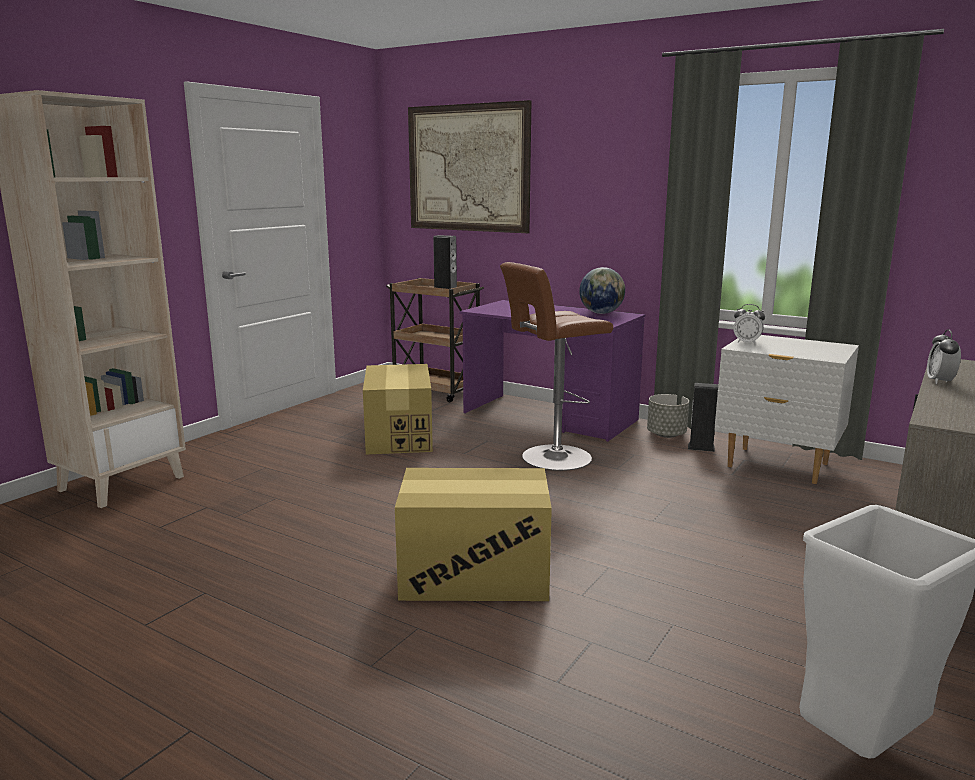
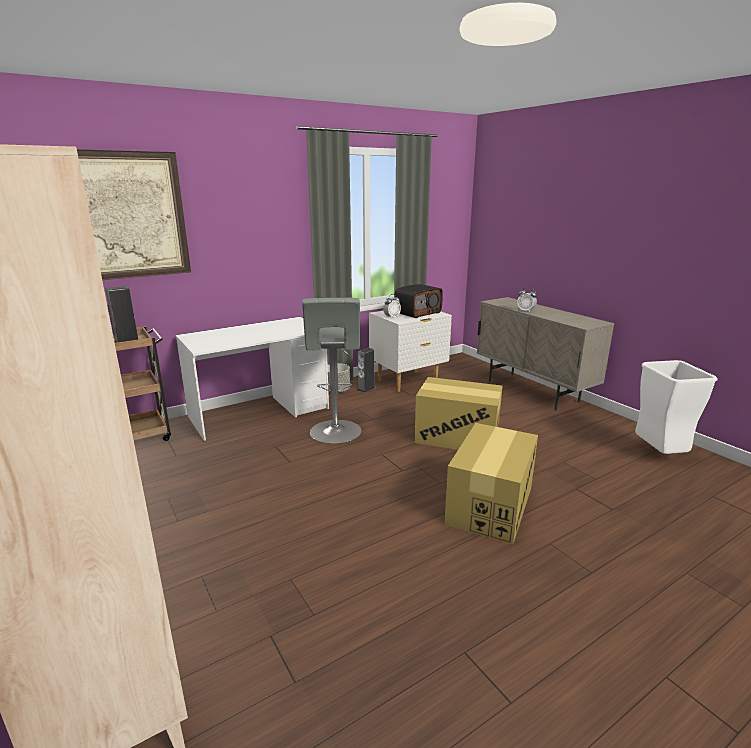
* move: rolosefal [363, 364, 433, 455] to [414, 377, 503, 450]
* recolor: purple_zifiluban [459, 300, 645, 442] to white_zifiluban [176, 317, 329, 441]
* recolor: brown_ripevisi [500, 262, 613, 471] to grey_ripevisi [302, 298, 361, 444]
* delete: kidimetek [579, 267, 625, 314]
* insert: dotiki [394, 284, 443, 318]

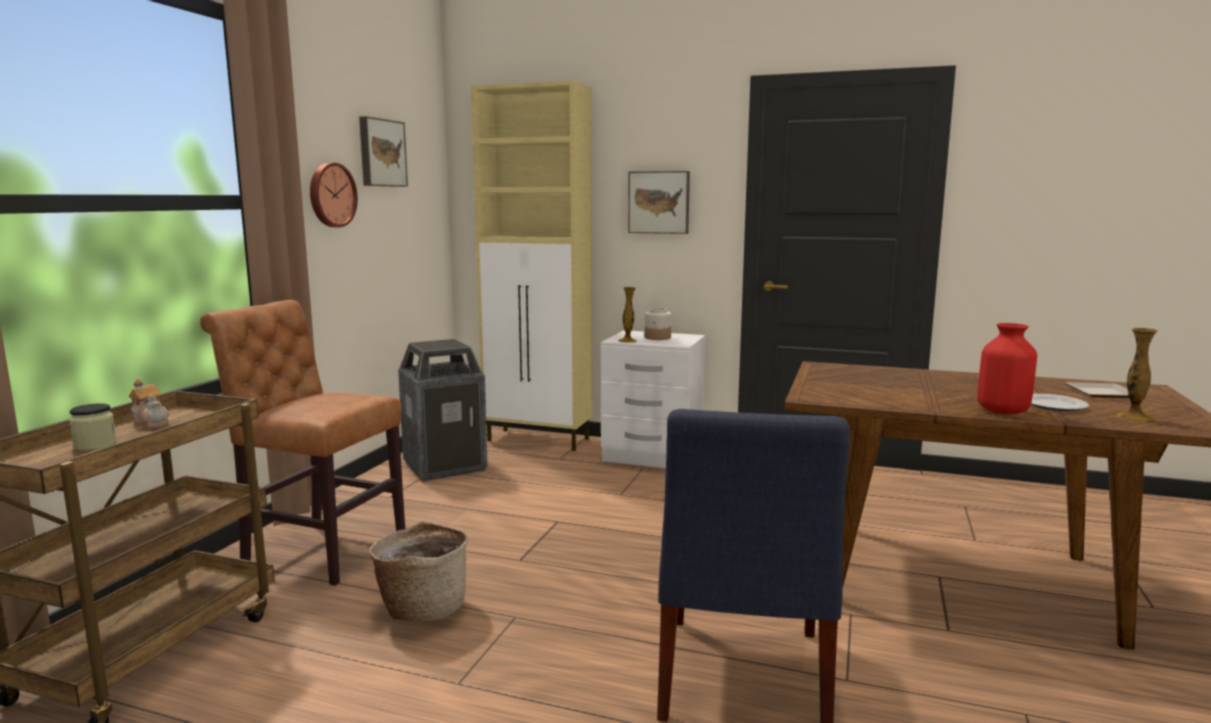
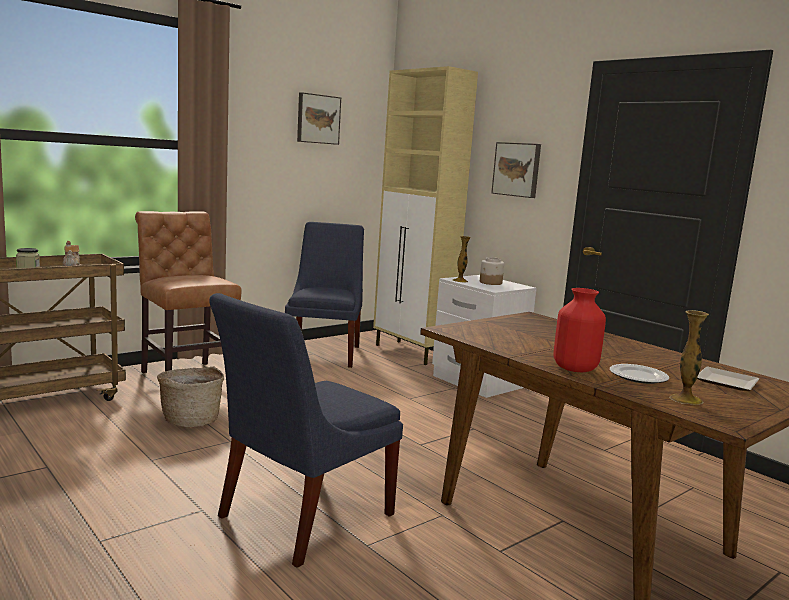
* delete: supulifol [310, 163, 358, 227]
* replace: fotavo [398, 339, 488, 481] to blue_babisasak [285, 222, 364, 368]

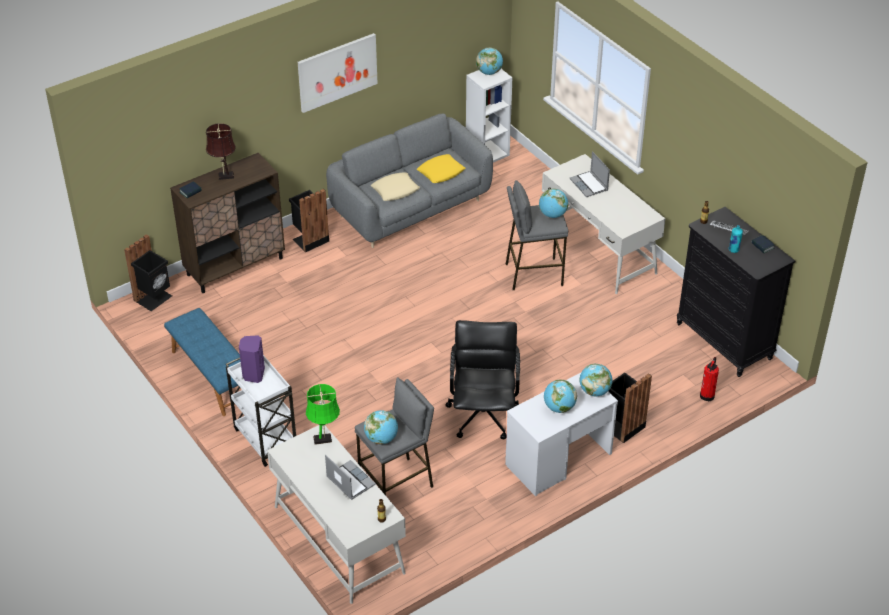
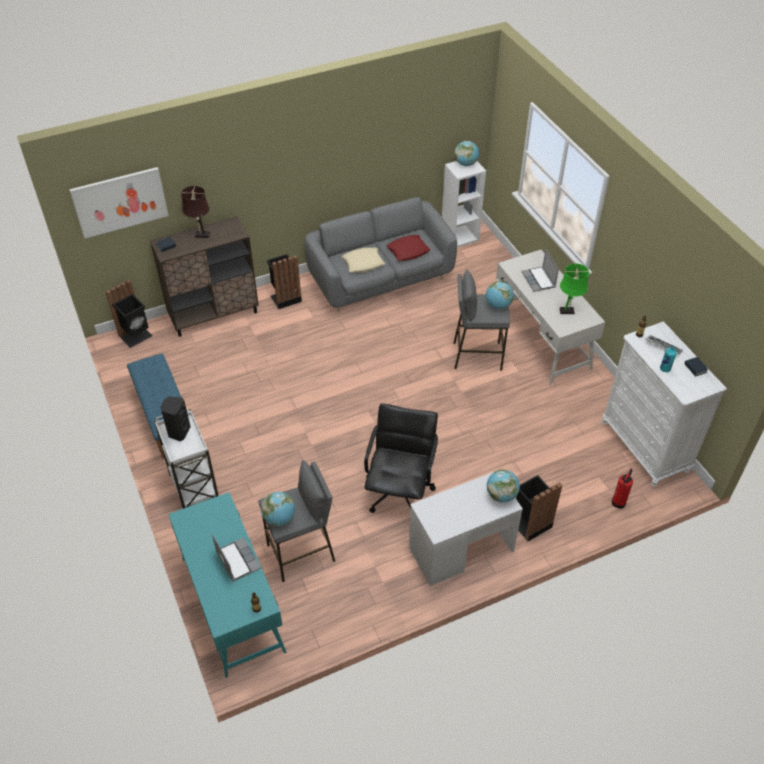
* recolor: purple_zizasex [239, 335, 265, 383] to black_zizasex [160, 397, 191, 441]
* recolor: white_zifiluban [267, 425, 406, 604] to turquoise_zifiluban [169, 492, 286, 678]
* move: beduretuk [298, 33, 378, 113] to [69, 167, 169, 238]
* move: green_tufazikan [306, 384, 340, 445] to [559, 263, 589, 314]
* recolor: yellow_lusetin [417, 154, 465, 183] to red_lusetin [387, 235, 430, 261]
* delete: kidimetek [544, 380, 577, 413]
* recolor: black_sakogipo [677, 207, 795, 377] to white_sakogipo [602, 321, 727, 487]

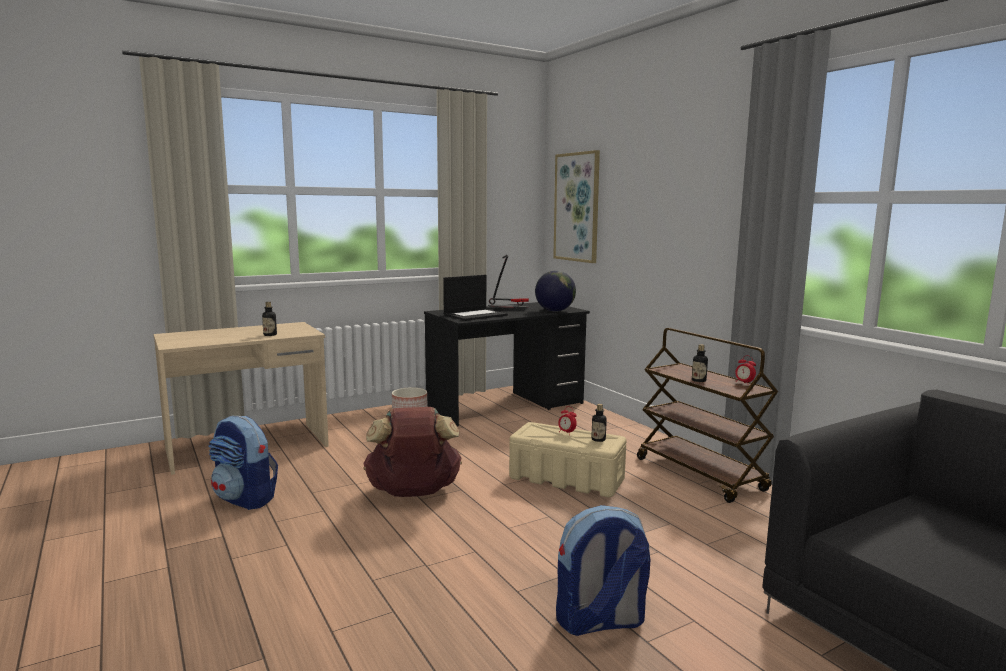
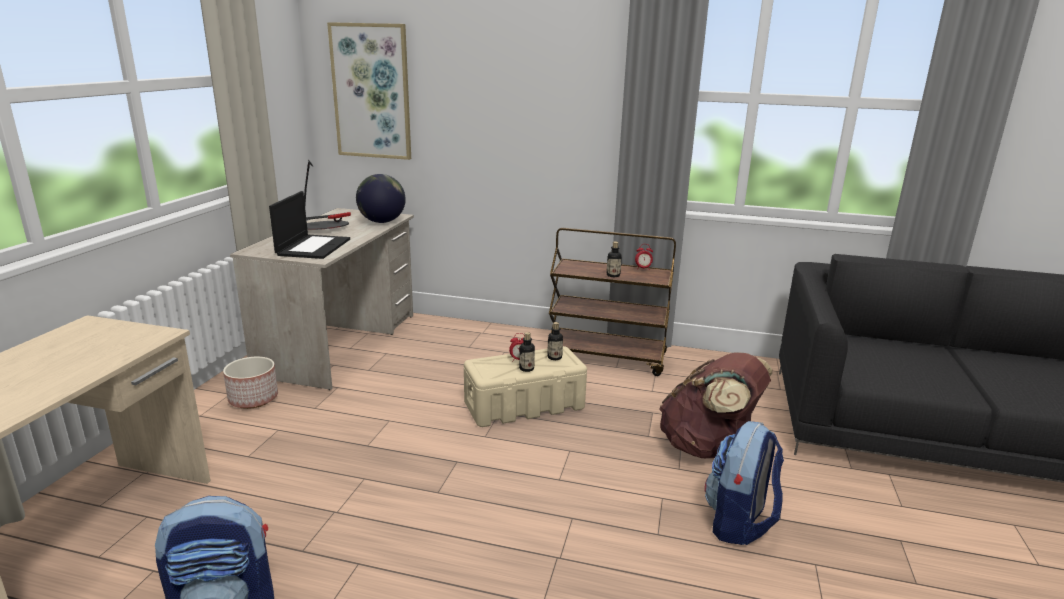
* move: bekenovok [262, 302, 277, 336] to [519, 332, 535, 372]
* move: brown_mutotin [363, 407, 462, 497] to [659, 352, 772, 459]
* recolor: black_zifiluban [424, 302, 590, 427] to beige_zifiluban [230, 208, 414, 390]

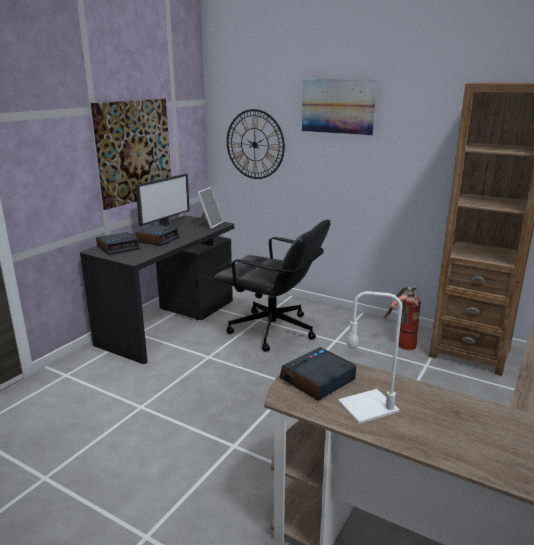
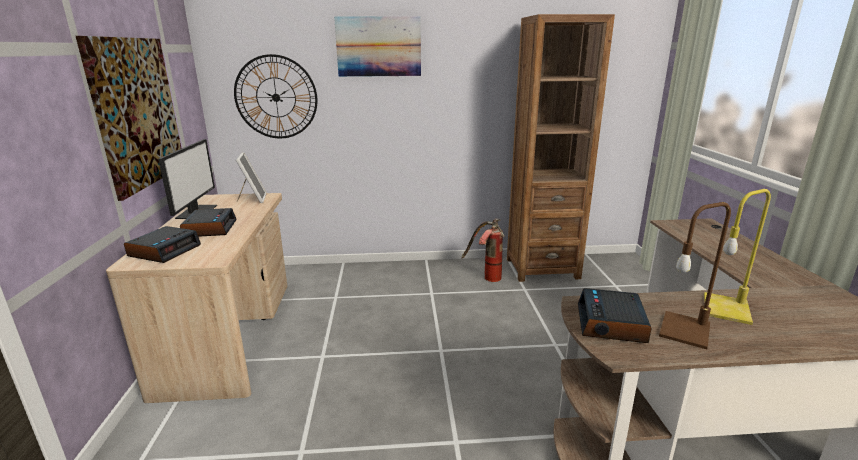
* recolor: black_zifiluban [80, 215, 234, 364] to beige_zifiluban [106, 193, 287, 403]
* delete: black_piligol [214, 219, 331, 352]
* recolor: white_tufazikan [338, 291, 402, 424] to brown_tufazikan [659, 202, 731, 349]
* insert: yellow_tufazikan [704, 189, 771, 325]

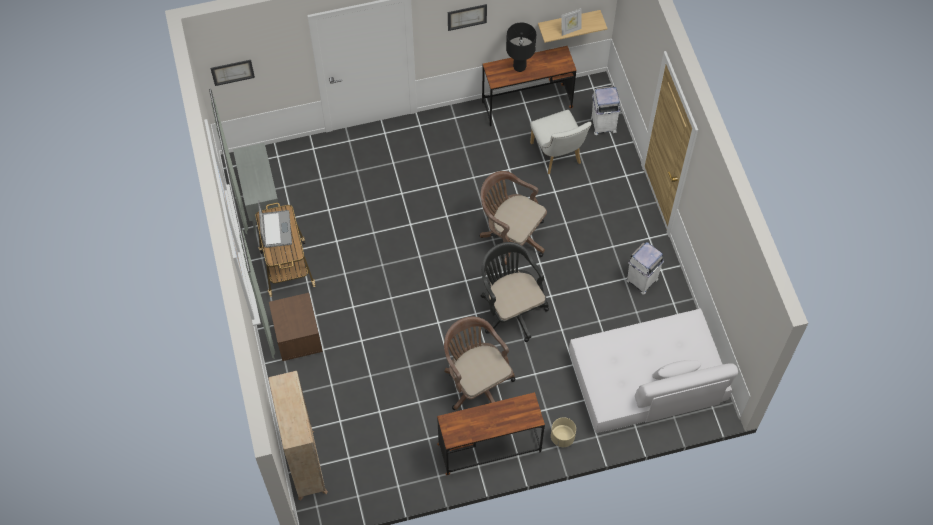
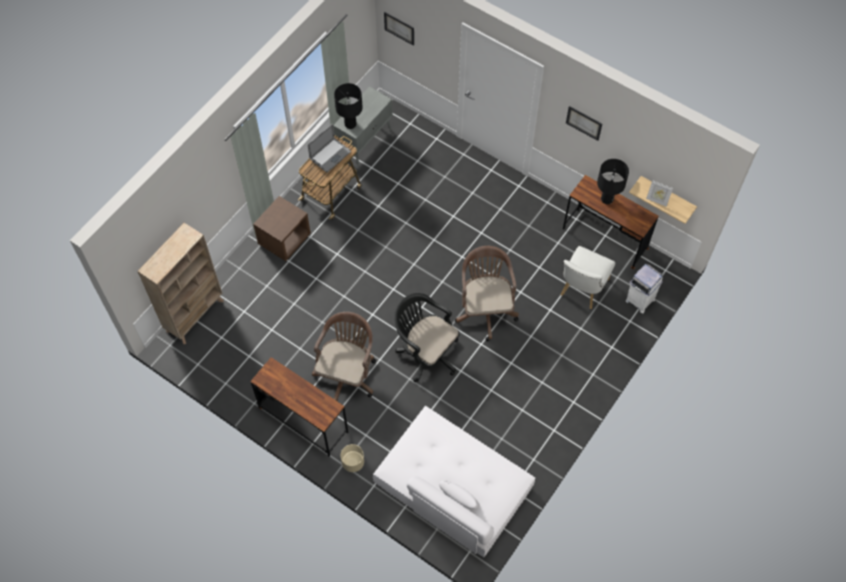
* rotate: black_piligol [481, 242, 549, 342] = [394, 293, 460, 382] 75 degrees counterclockwise
* delete: white_fotavo [626, 242, 664, 295]
* insert: black_tufazikan [334, 83, 363, 129]

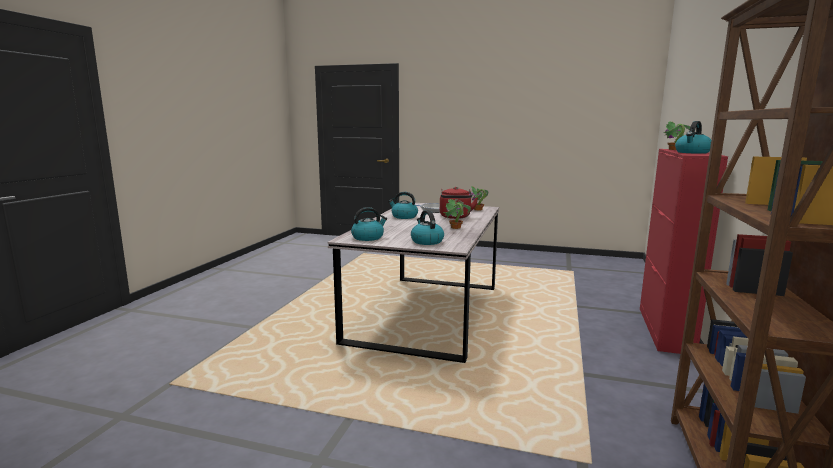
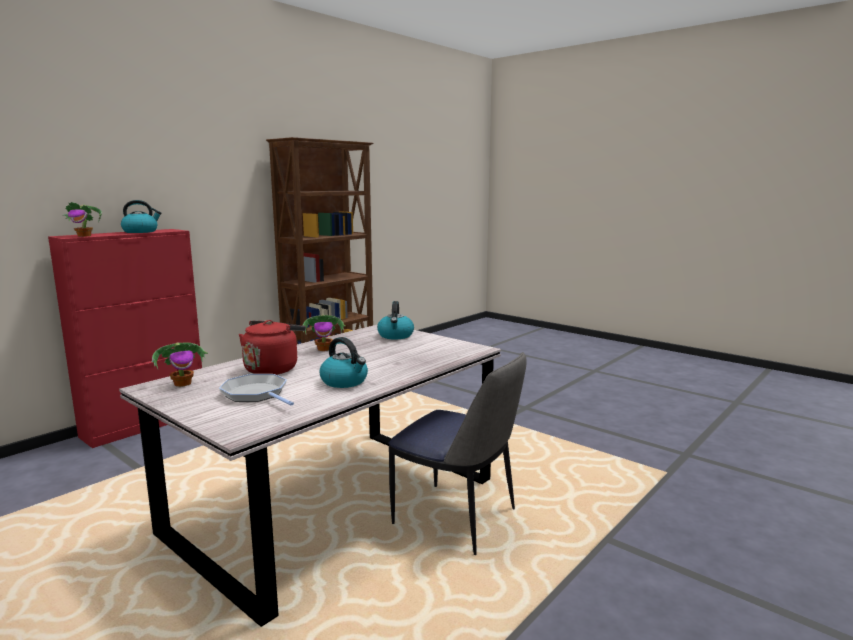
* delete: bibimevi [351, 207, 387, 241]
* insert: babisasak [389, 352, 527, 555]

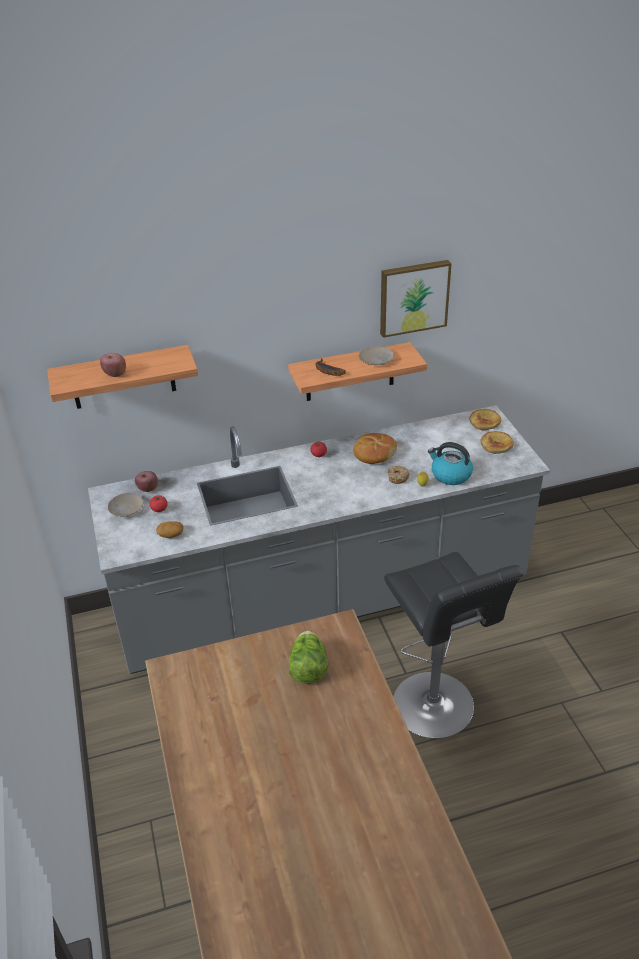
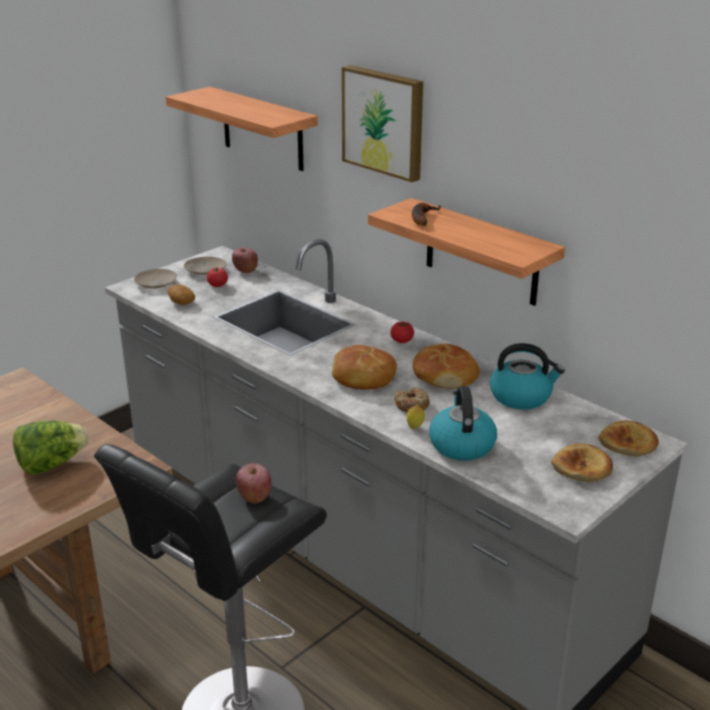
* move: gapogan [100, 353, 126, 377] to [236, 463, 272, 503]
* move: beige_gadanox [359, 346, 394, 365] to [134, 269, 177, 289]
* move: beduretuk [380, 260, 452, 338] to [342, 65, 423, 182]
* insert: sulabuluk [332, 345, 397, 390]
* insert: bibimevi [490, 343, 565, 410]

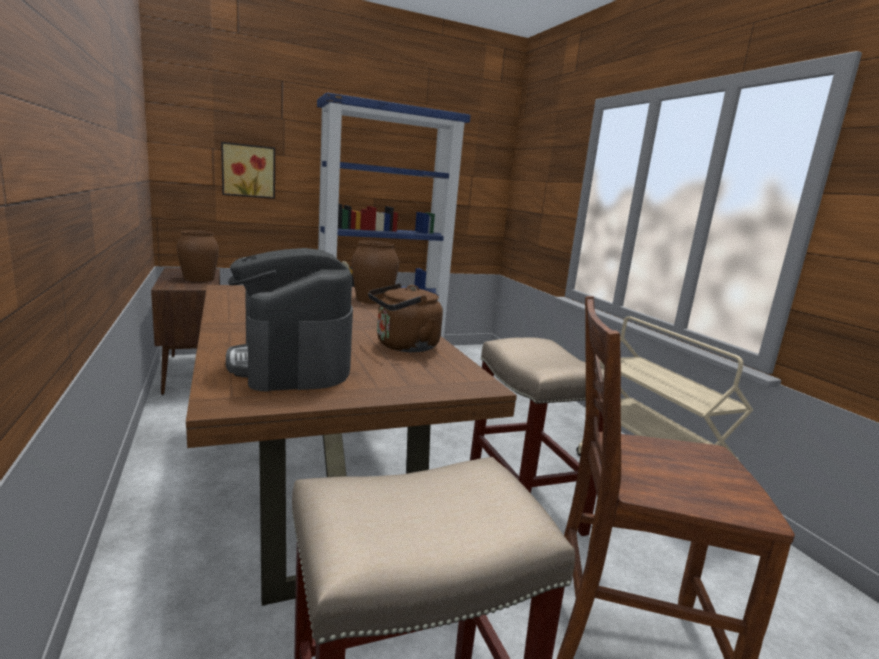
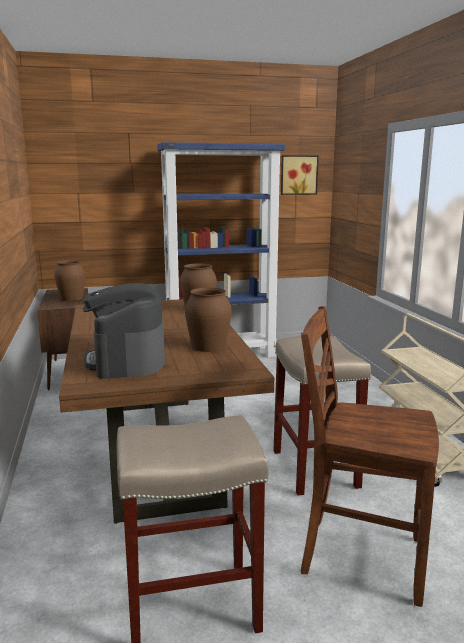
* move: beduretuk [221, 142, 275, 199] to [281, 155, 319, 195]
* replace: brown_bibimevi [368, 283, 443, 352] to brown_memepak [185, 288, 232, 352]

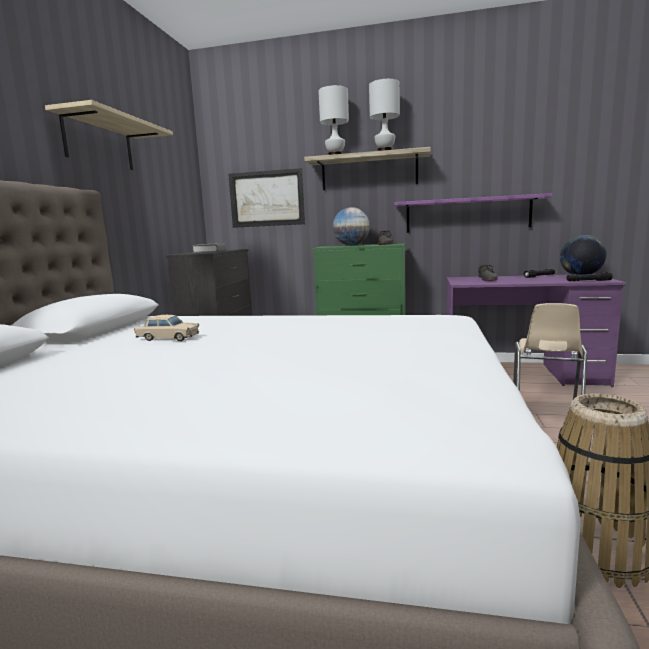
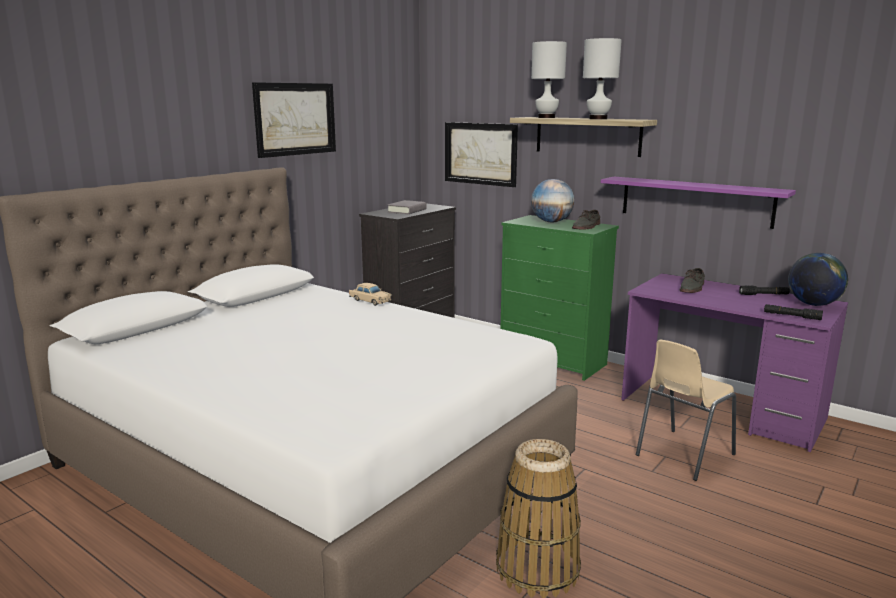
* replace: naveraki [45, 100, 173, 170] to beduretuk [252, 82, 336, 158]
* move: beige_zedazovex [134, 315, 199, 341] to [349, 283, 392, 306]

